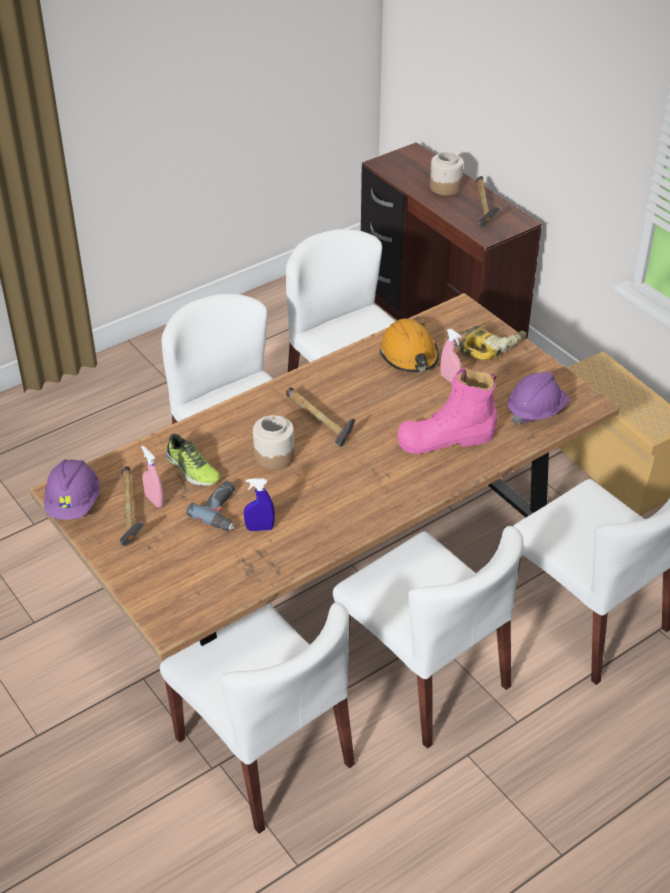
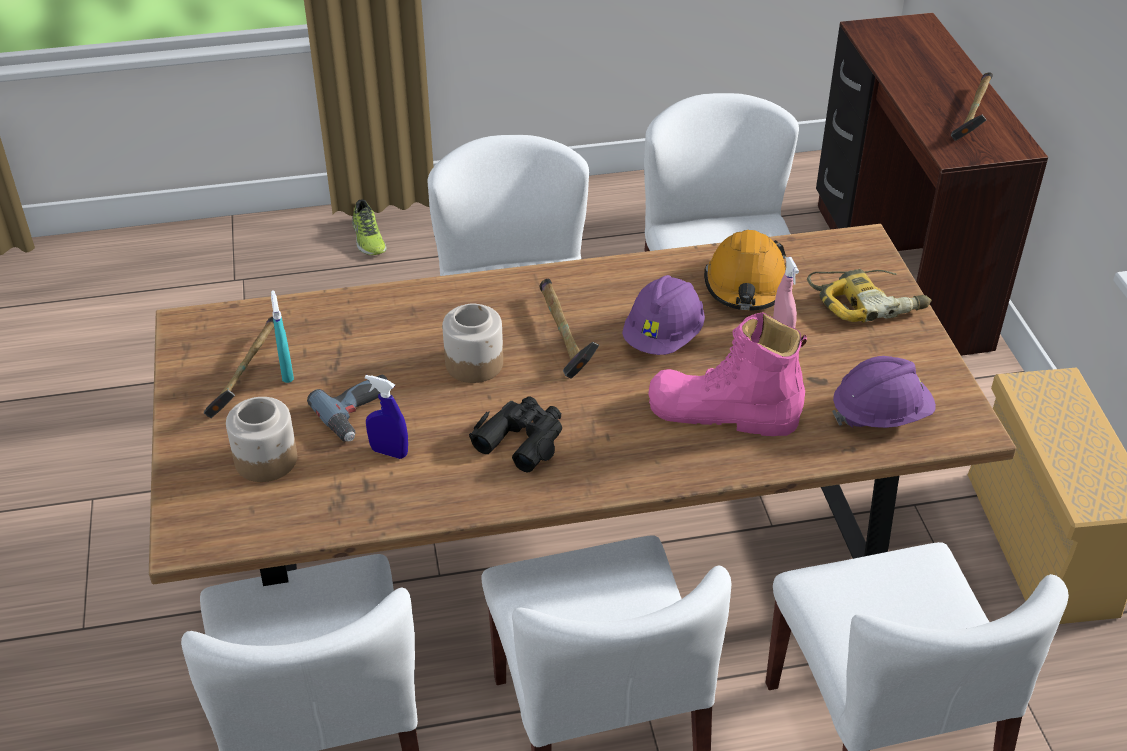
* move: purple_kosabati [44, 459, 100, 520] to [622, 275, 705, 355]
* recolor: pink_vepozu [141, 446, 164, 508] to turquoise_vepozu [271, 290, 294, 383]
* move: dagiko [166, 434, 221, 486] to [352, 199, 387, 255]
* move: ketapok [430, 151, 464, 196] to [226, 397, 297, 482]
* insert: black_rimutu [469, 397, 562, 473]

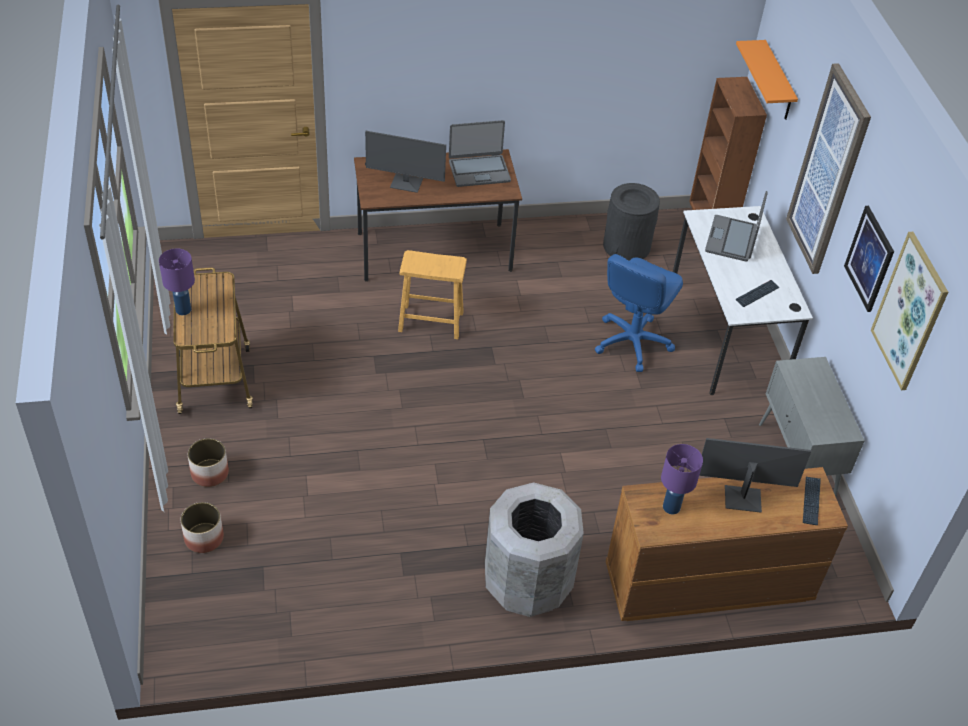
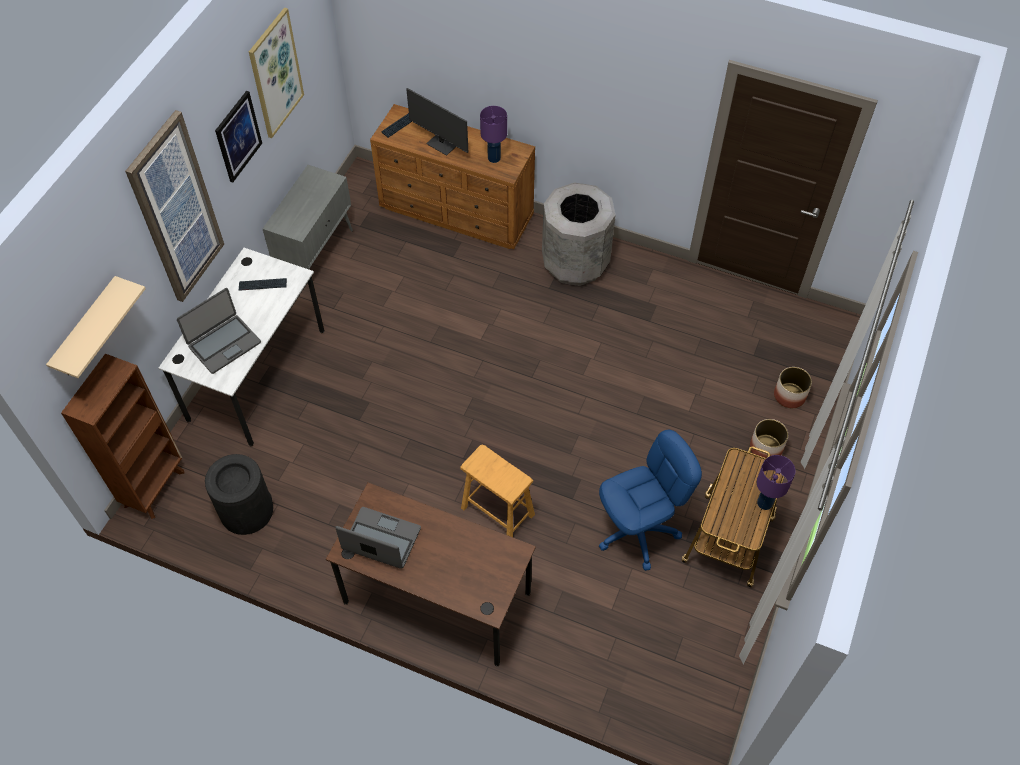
* delete: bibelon [365, 131, 446, 193]
* move: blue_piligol [595, 254, 683, 372] to [599, 430, 702, 571]
* recolor: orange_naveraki [736, 40, 798, 120] to beige_naveraki [46, 276, 146, 378]

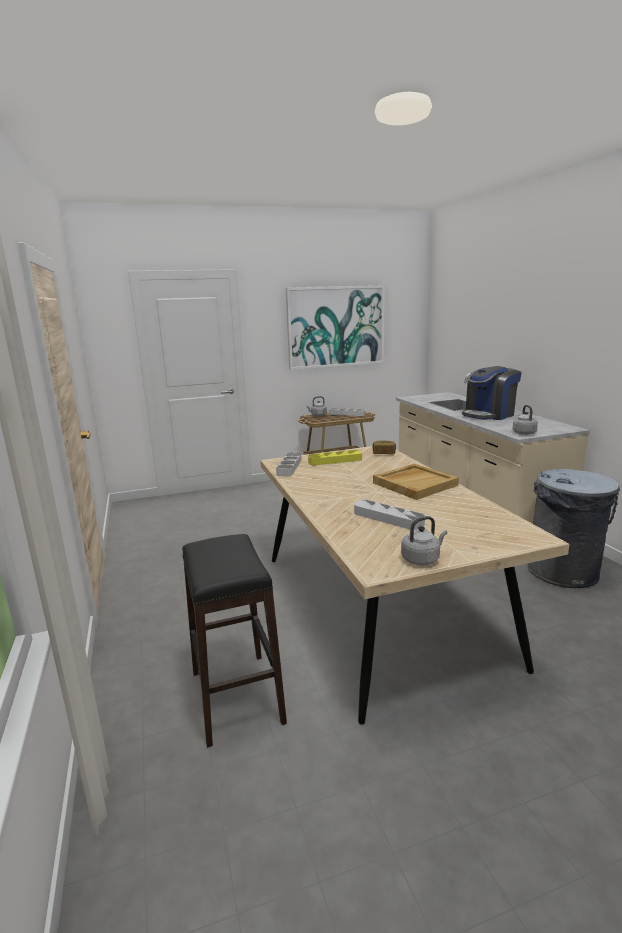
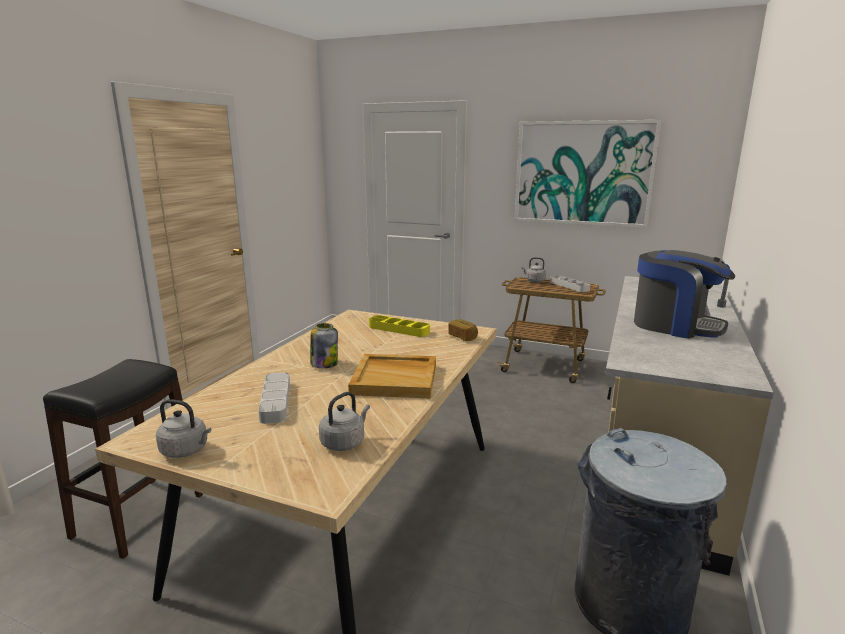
* delete: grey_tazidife [276, 452, 302, 476]
* rotate: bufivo [462, 366, 522, 420] = [634, 250, 735, 339] 150 degrees counterclockwise
* move: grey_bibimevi [513, 405, 538, 435] to [319, 392, 370, 451]
* insert: ketapok [310, 323, 338, 368]

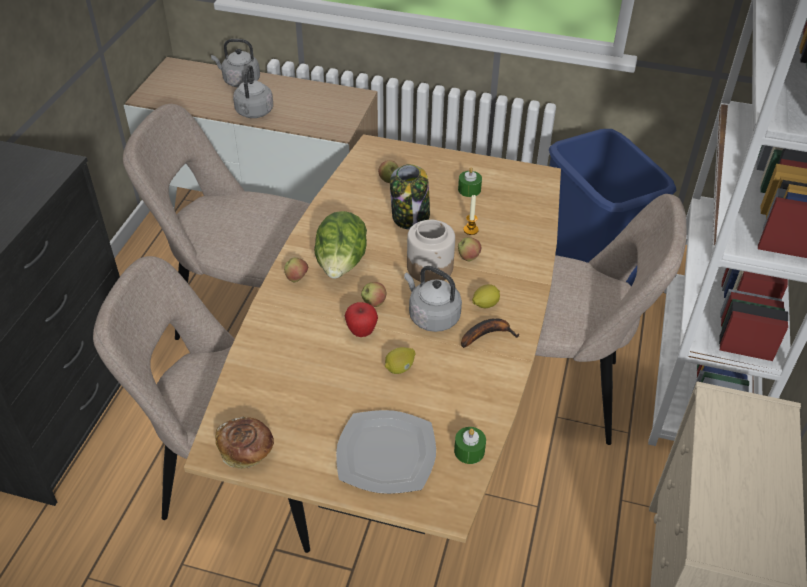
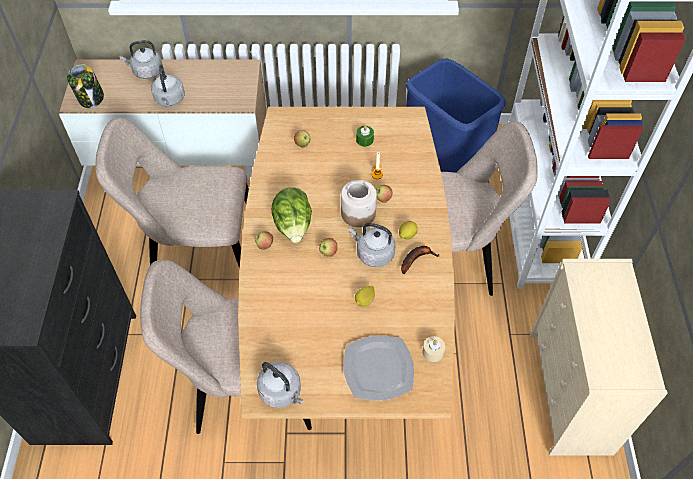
* replace: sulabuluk [215, 417, 274, 469] to grey_bibimevi [257, 362, 303, 408]
* delete: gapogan [345, 302, 378, 337]
* move: ketapok [390, 164, 430, 229] to [67, 64, 104, 108]
* recolor: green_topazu [454, 427, 486, 464] to beige_topazu [423, 336, 445, 362]

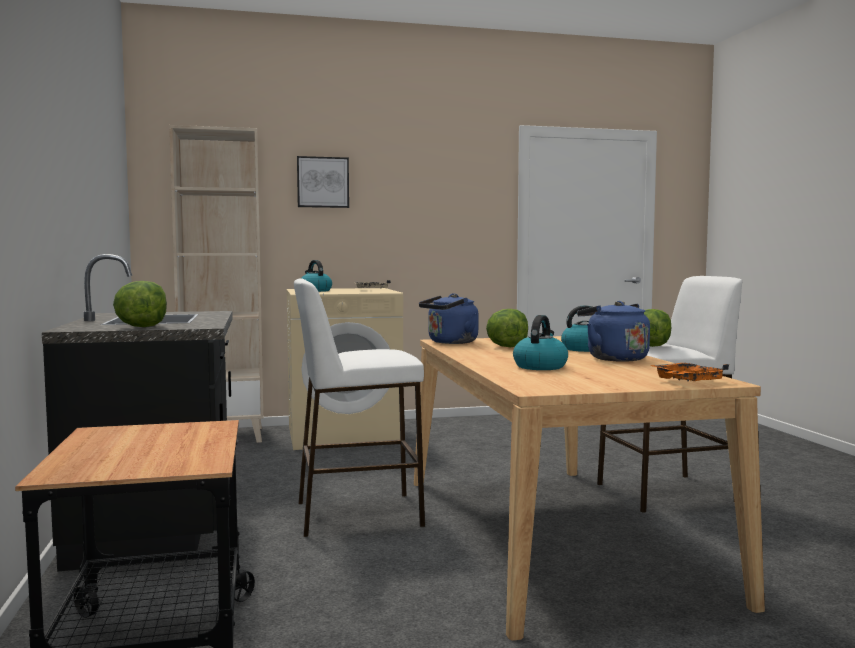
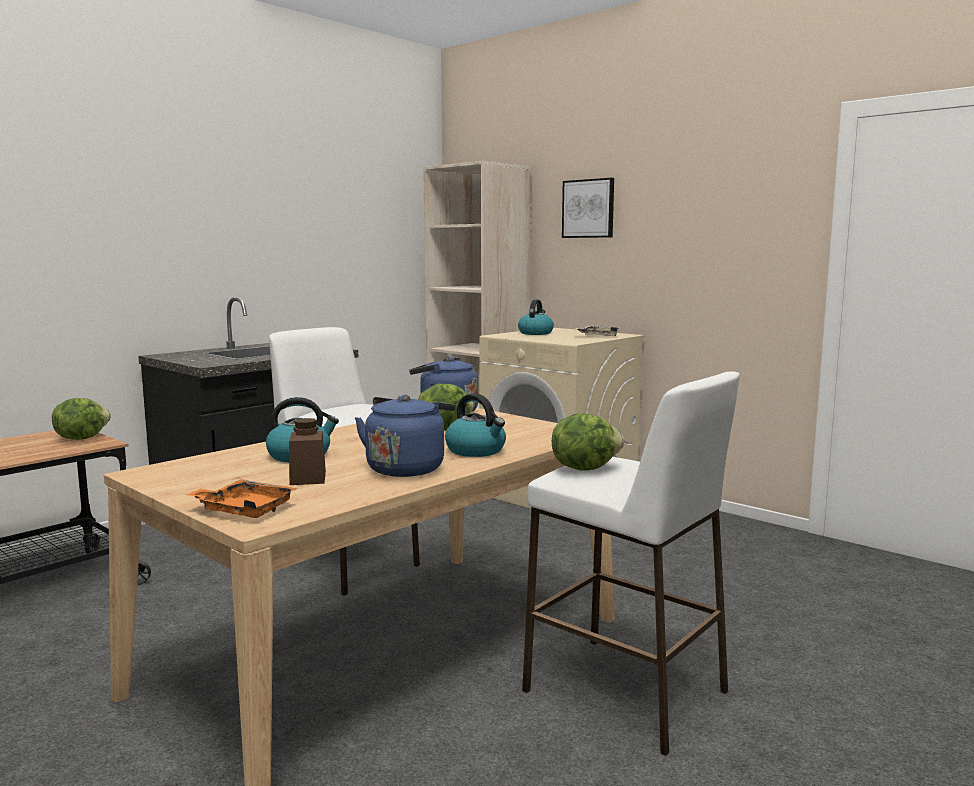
* move: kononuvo [113, 281, 167, 327] to [52, 398, 111, 440]
* insert: brown_ketapok [289, 418, 326, 485]

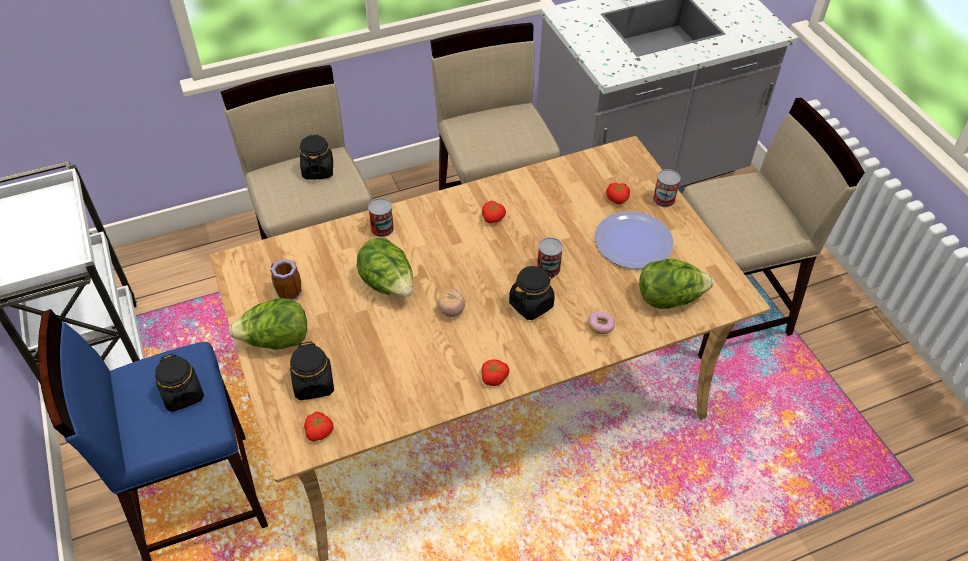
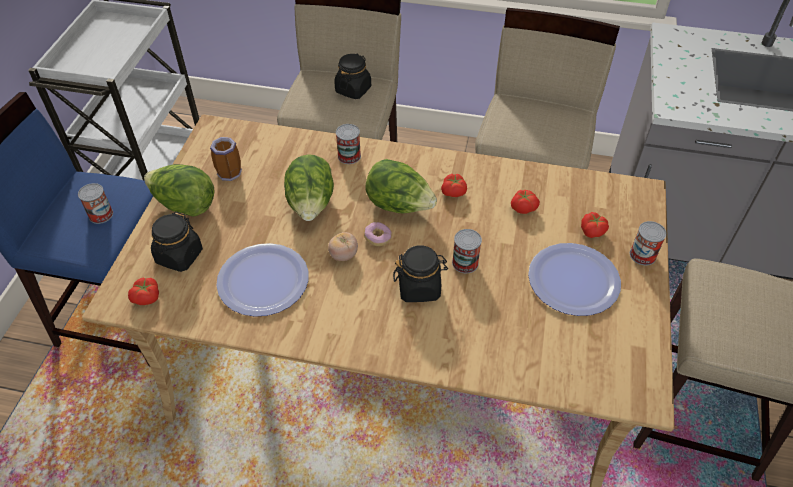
* replace: black_ketapok [155, 354, 204, 412] to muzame [78, 183, 113, 224]
* move: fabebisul [481, 359, 509, 386] to [511, 190, 540, 214]
* move: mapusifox [588, 311, 615, 334] to [364, 222, 392, 246]
* move: kononuvo [639, 259, 714, 309] to [365, 159, 437, 213]
* insert: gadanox [216, 243, 309, 317]

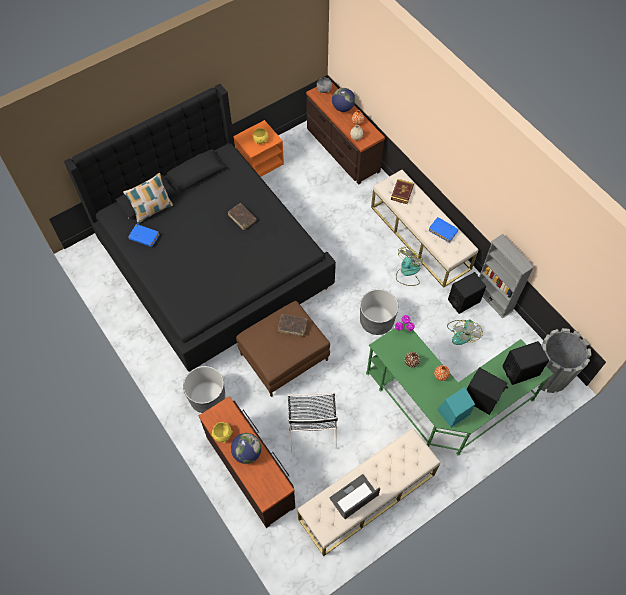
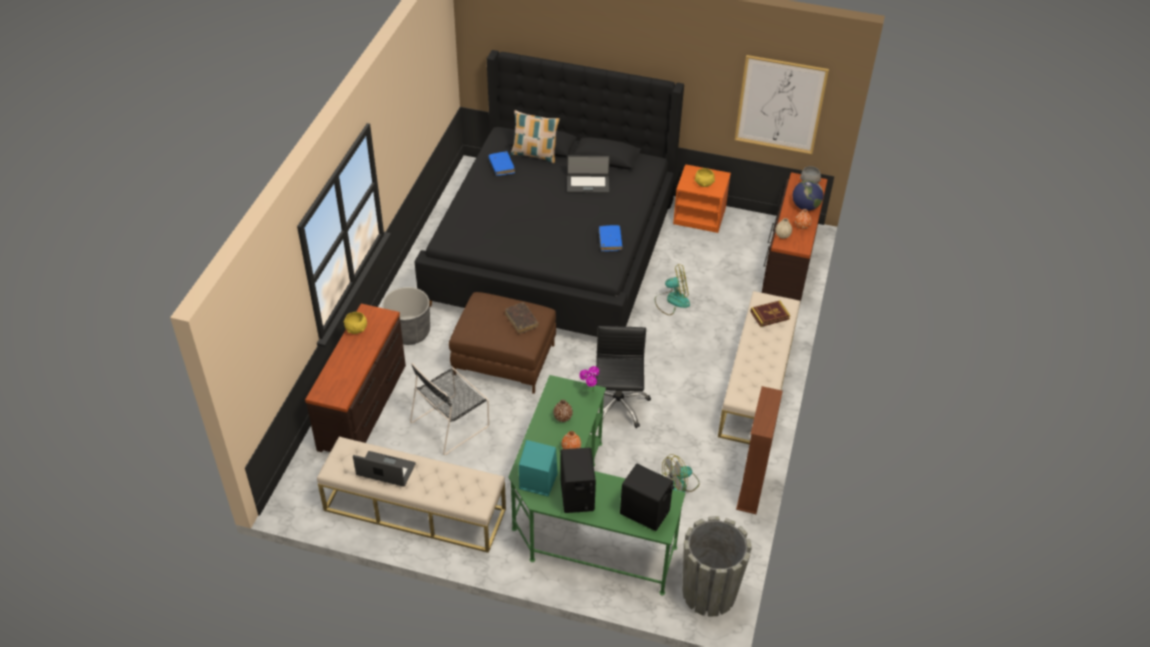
* delete: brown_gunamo [228, 203, 257, 230]
* delete: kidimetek [231, 433, 261, 464]
* replace: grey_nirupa [360, 289, 398, 335] to black_piligol [595, 326, 651, 428]
* move: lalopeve [396, 247, 423, 286] to [655, 264, 690, 315]
* move: blue_gunamo [429, 217, 459, 243] to [599, 225, 623, 251]
* delete: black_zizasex [448, 272, 486, 314]
* recolor: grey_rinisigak [479, 234, 535, 318] to brown_rinisigak [736, 386, 783, 514]
* insert: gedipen [567, 155, 610, 193]
* insert: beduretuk [735, 55, 829, 154]

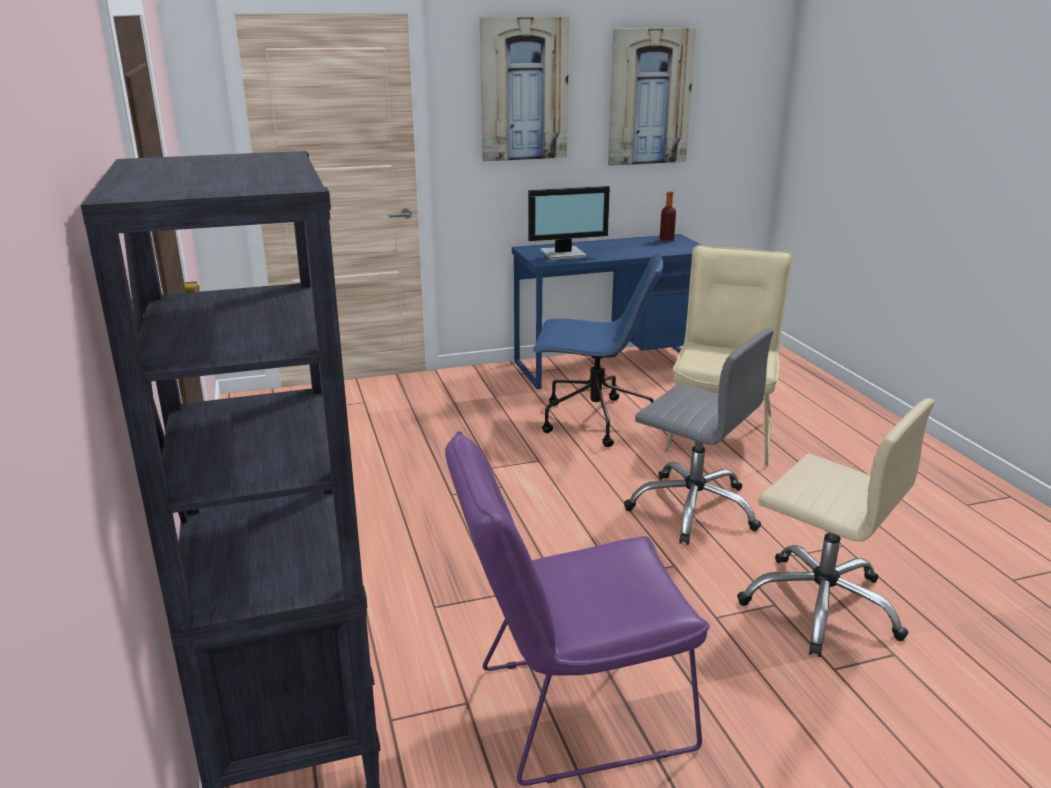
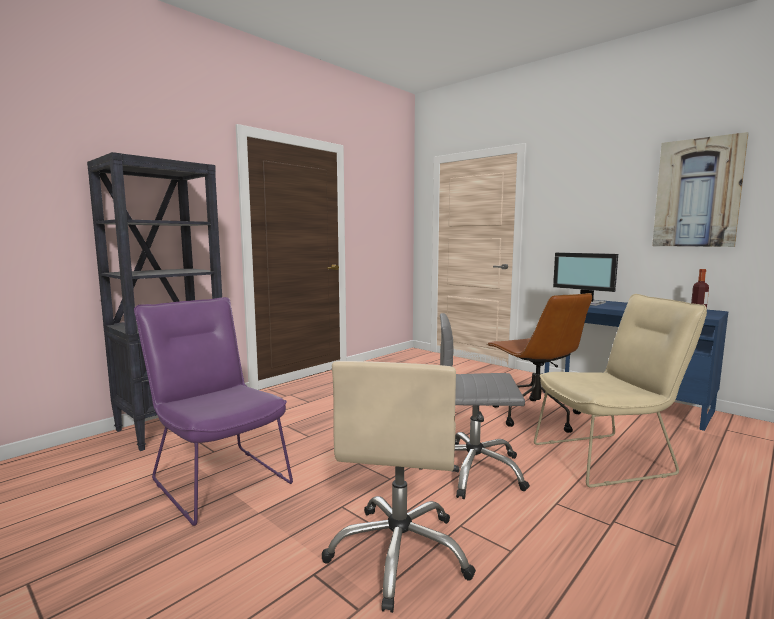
* delete: beduretuk [480, 17, 570, 162]
* recolor: blue_piligol [533, 253, 663, 447] to brown_piligol [487, 293, 592, 433]
* rotate: grey_piligol [624, 328, 774, 545] = [418, 313, 530, 499] 90 degrees clockwise

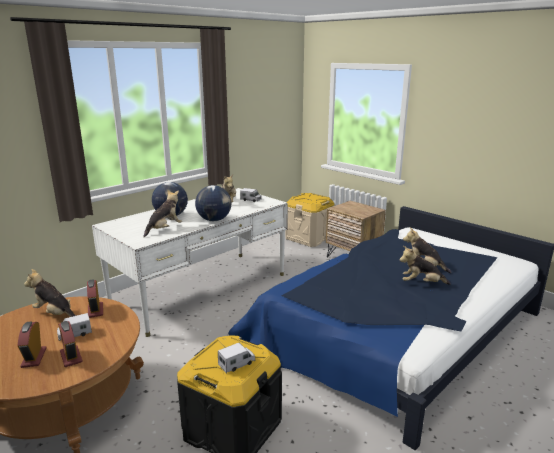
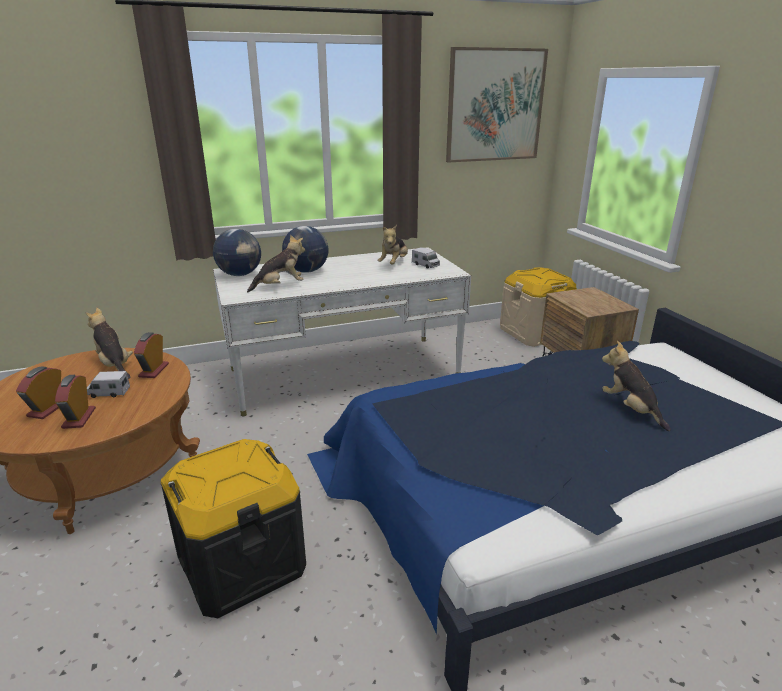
* move: kidimetek [195, 185, 231, 221] to [213, 229, 261, 276]
* delete: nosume [218, 343, 256, 374]
* delete: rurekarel [399, 246, 451, 285]
* insert: beduretuk [446, 47, 548, 163]

